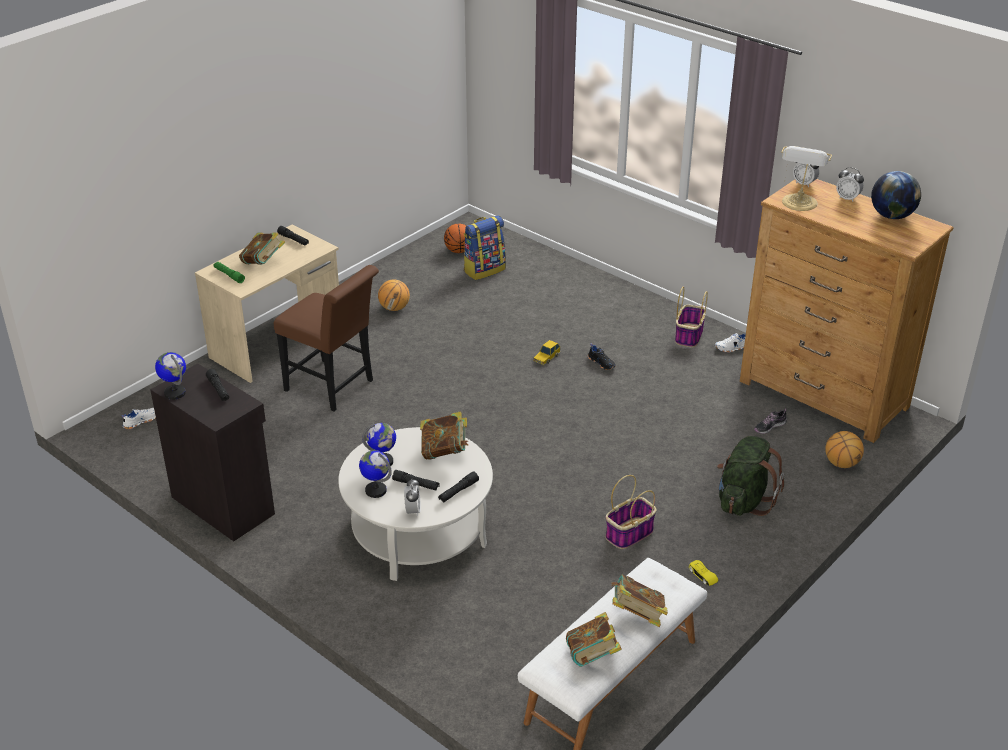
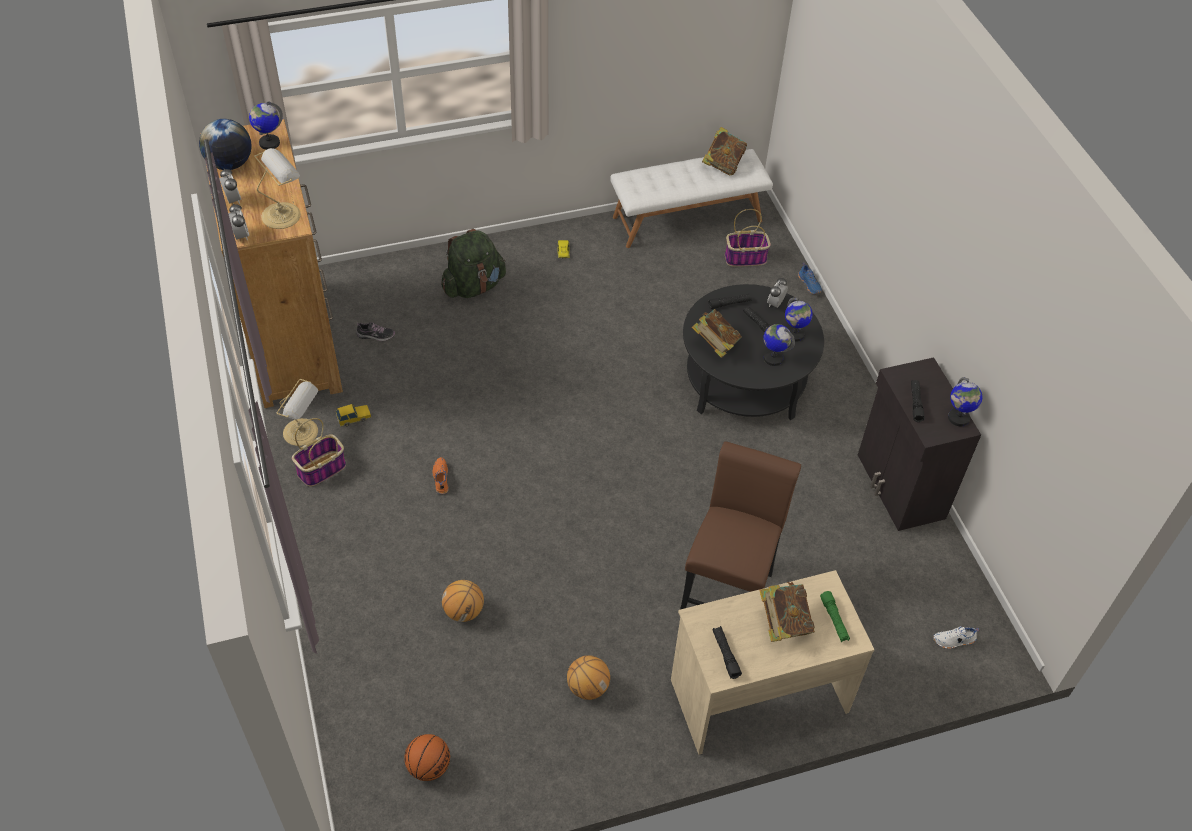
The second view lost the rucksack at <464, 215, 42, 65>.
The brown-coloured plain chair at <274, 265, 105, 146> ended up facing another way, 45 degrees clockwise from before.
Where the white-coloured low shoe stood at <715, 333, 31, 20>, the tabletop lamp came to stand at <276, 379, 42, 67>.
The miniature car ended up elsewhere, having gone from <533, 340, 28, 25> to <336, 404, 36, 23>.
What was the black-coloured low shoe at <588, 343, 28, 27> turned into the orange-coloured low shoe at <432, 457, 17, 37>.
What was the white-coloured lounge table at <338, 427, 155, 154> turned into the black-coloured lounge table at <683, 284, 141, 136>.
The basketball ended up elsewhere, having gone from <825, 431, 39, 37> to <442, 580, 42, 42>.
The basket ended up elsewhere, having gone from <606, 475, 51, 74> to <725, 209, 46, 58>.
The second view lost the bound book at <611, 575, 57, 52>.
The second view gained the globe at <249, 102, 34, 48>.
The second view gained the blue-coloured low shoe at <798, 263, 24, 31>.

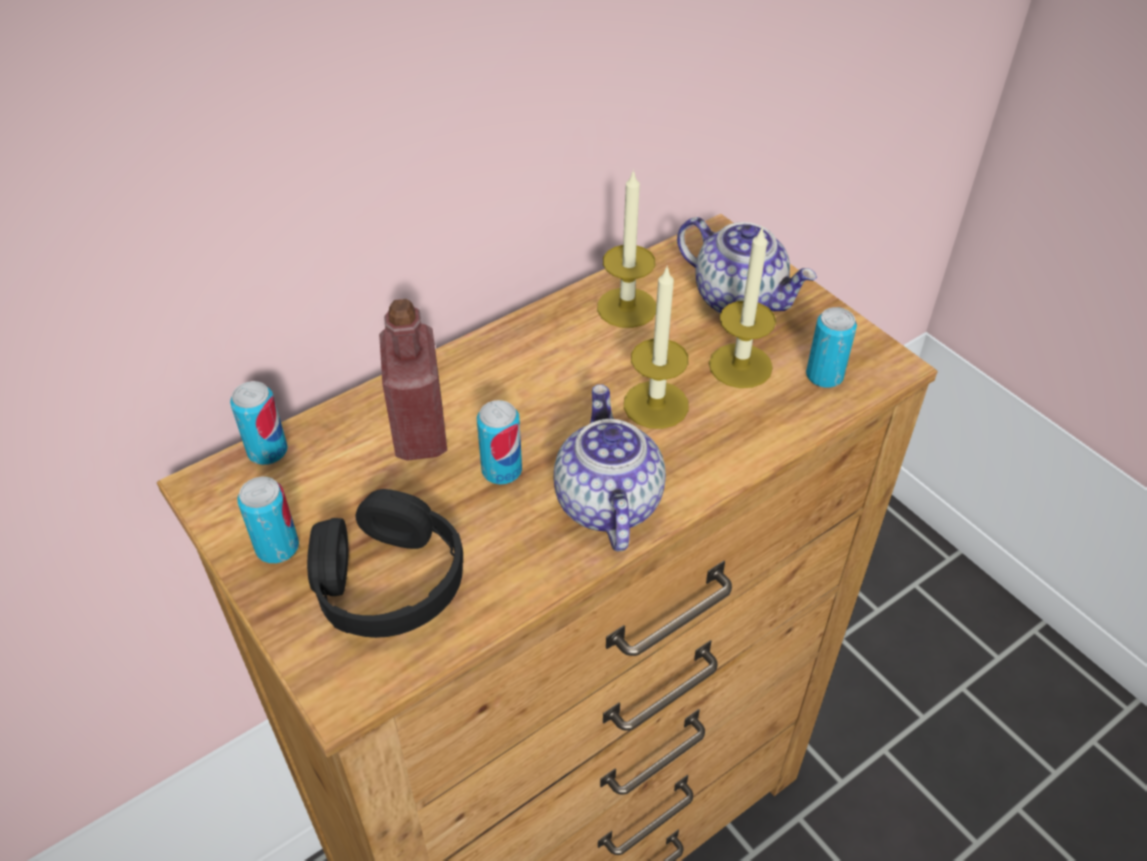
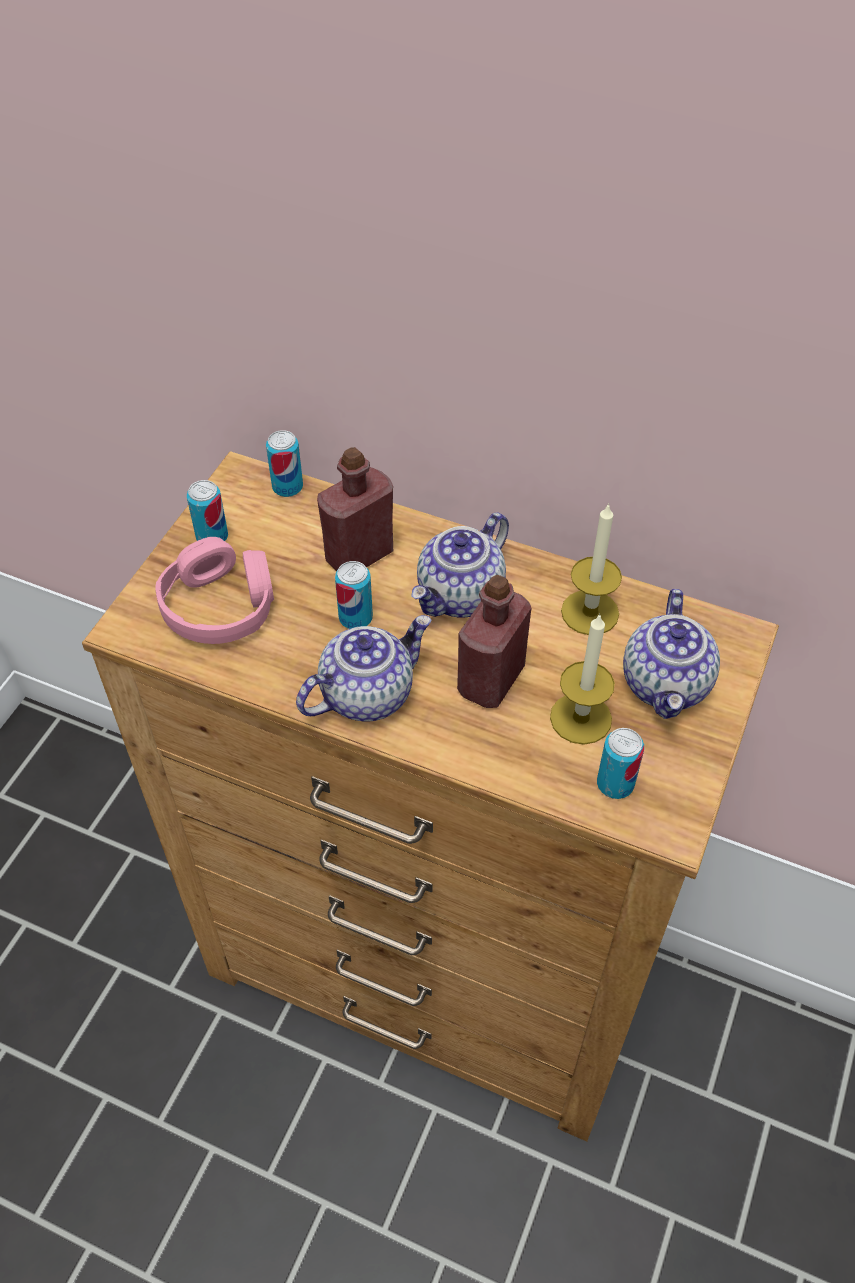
Where the wax light stood at <624, 265, 65, 164>, the reddish drink bottle came to stand at <457, 575, 74, 133>.
What was the black-coloured headphones at <307, 489, 156, 149> turned into the pink headphones at <156, 537, 118, 107>.
The second view gained the tea pot at <411, 512, 98, 106>.

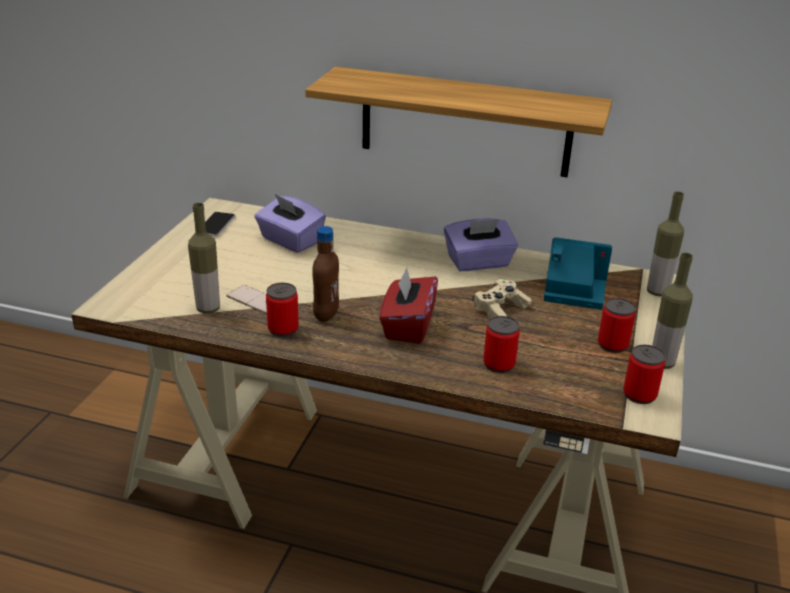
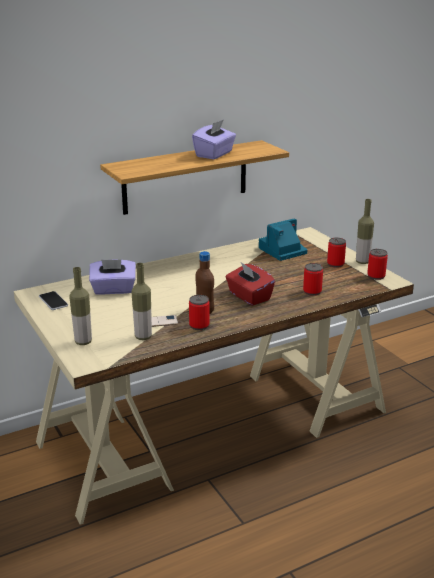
The drink bottle ended up elsewhere, having gone from <647, 192, 37, 104> to <69, 267, 23, 78>.
The purple box of tissues ended up elsewhere, having gone from <444, 219, 74, 52> to <192, 119, 44, 40>.
The second view lost the beige gamepad at <473, 279, 59, 40>.

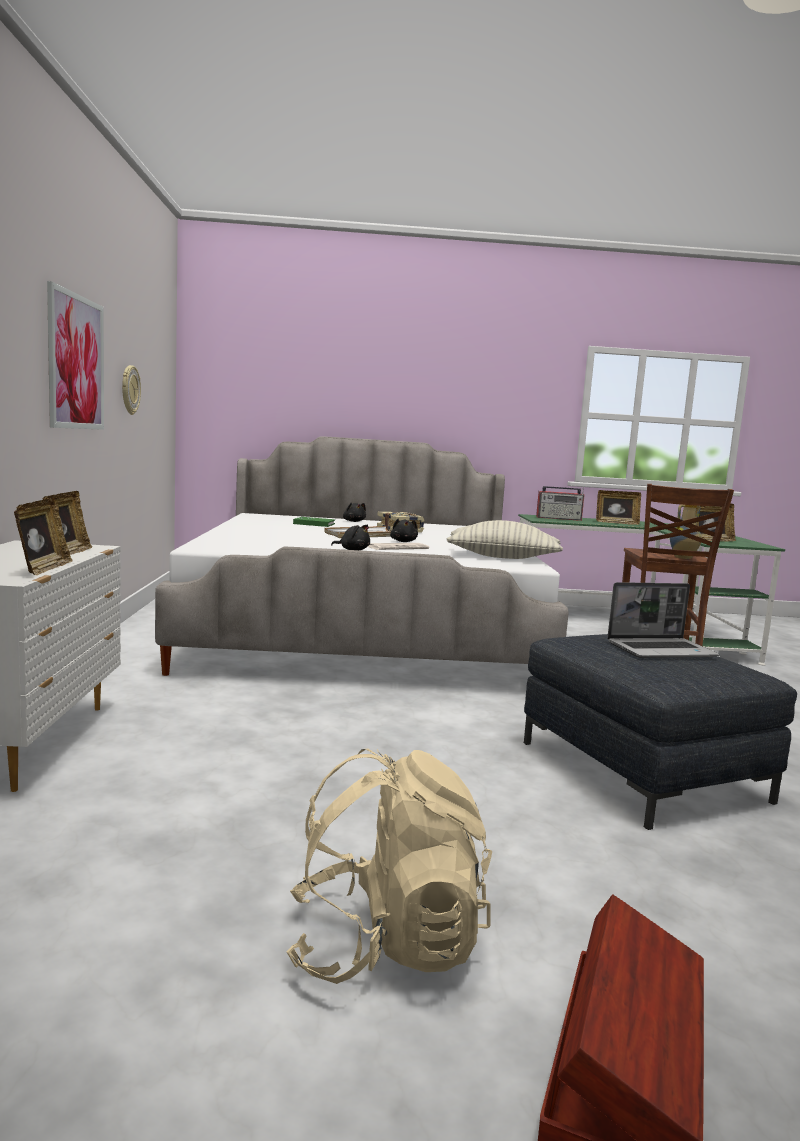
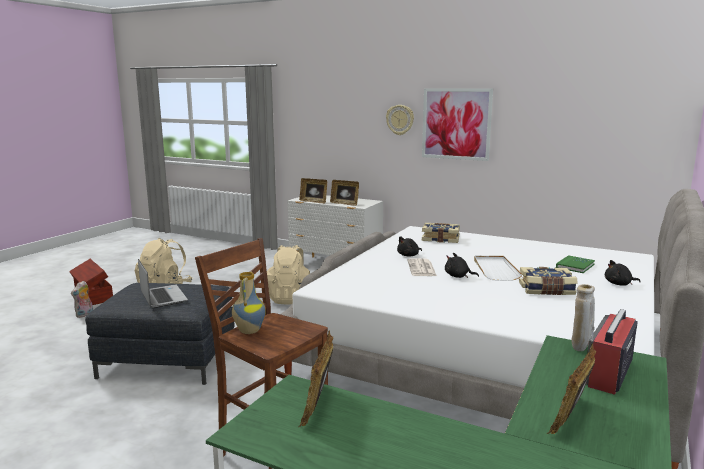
The clock on the wall ended up elsewhere, having gone from <122, 365, 19, 50> to <386, 105, 28, 30>.
The second view lost the pillow at <447, 520, 116, 39>.
The portable computer at <607, 582, 112, 76> ended up facing another way, 135 degrees clockwise from before.
The second view gained the bound book at <422, 223, 38, 20>.
The second view gained the beige rucksack at <267, 245, 43, 60>.
The second view gained the cuddly toy at <71, 281, 22, 37>.
The second view gained the beige vase at <571, 284, 24, 67>.

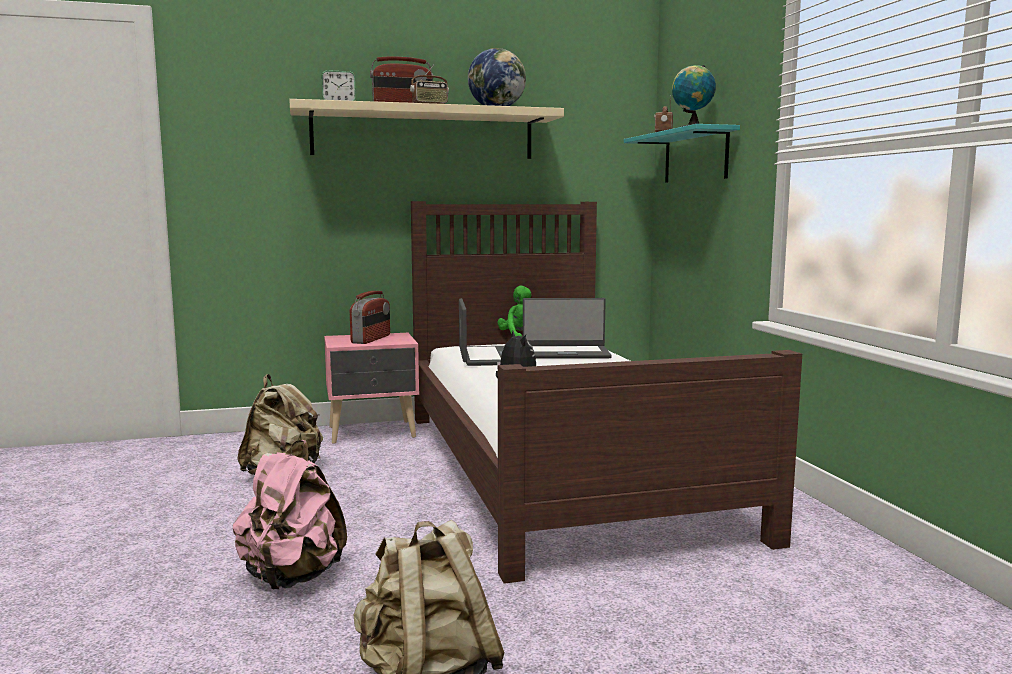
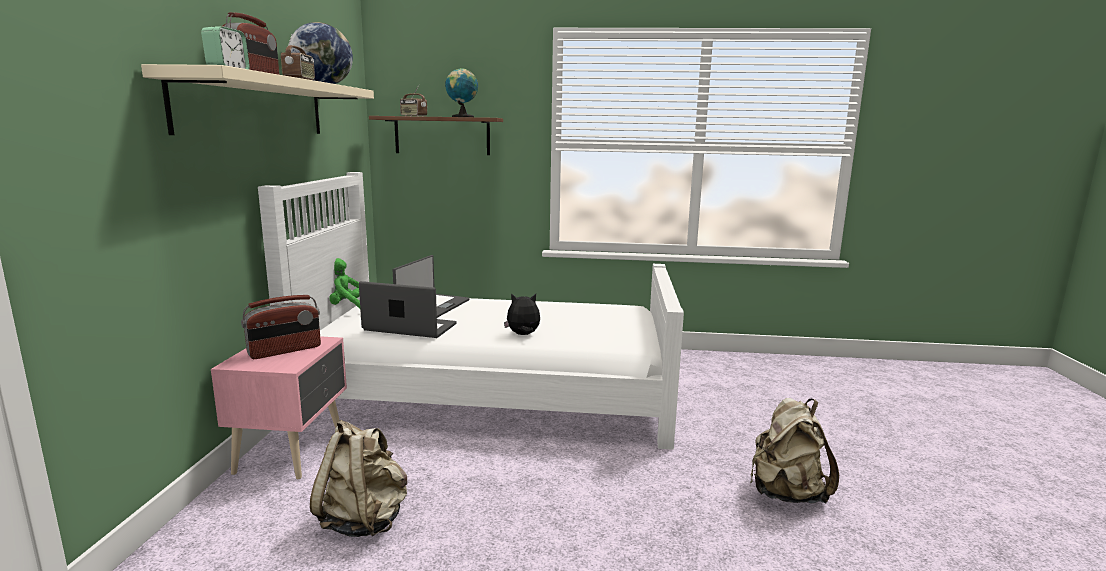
What was the blue-green shelf at <624, 124, 116, 59> turned into the brown-coloured shelf at <369, 116, 134, 39>.
What was the brown-coloured bedroom bed at <411, 201, 391, 383> turned into the white-coloured bedroom bed at <258, 172, 426, 278>.
The radio set at <350, 291, 40, 53> ended up facing another way, 105 degrees clockwise from before.
The second view lost the pink rucksack at <233, 440, 114, 149>.

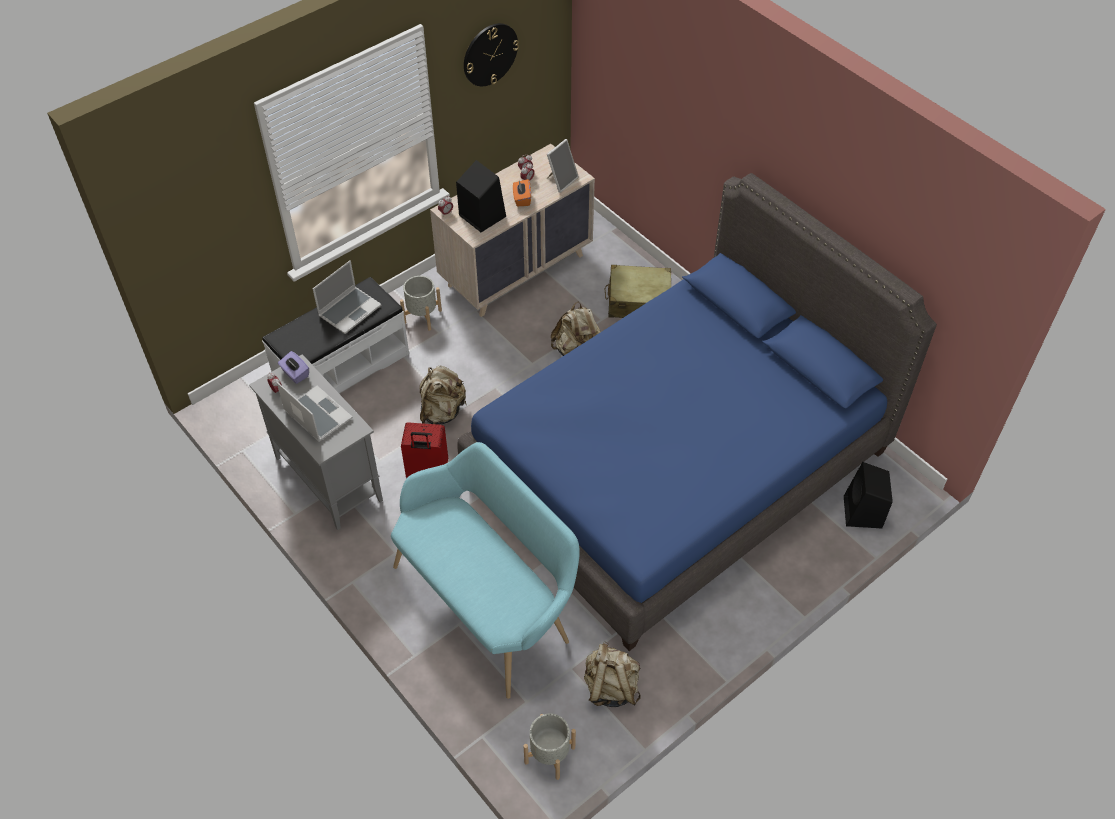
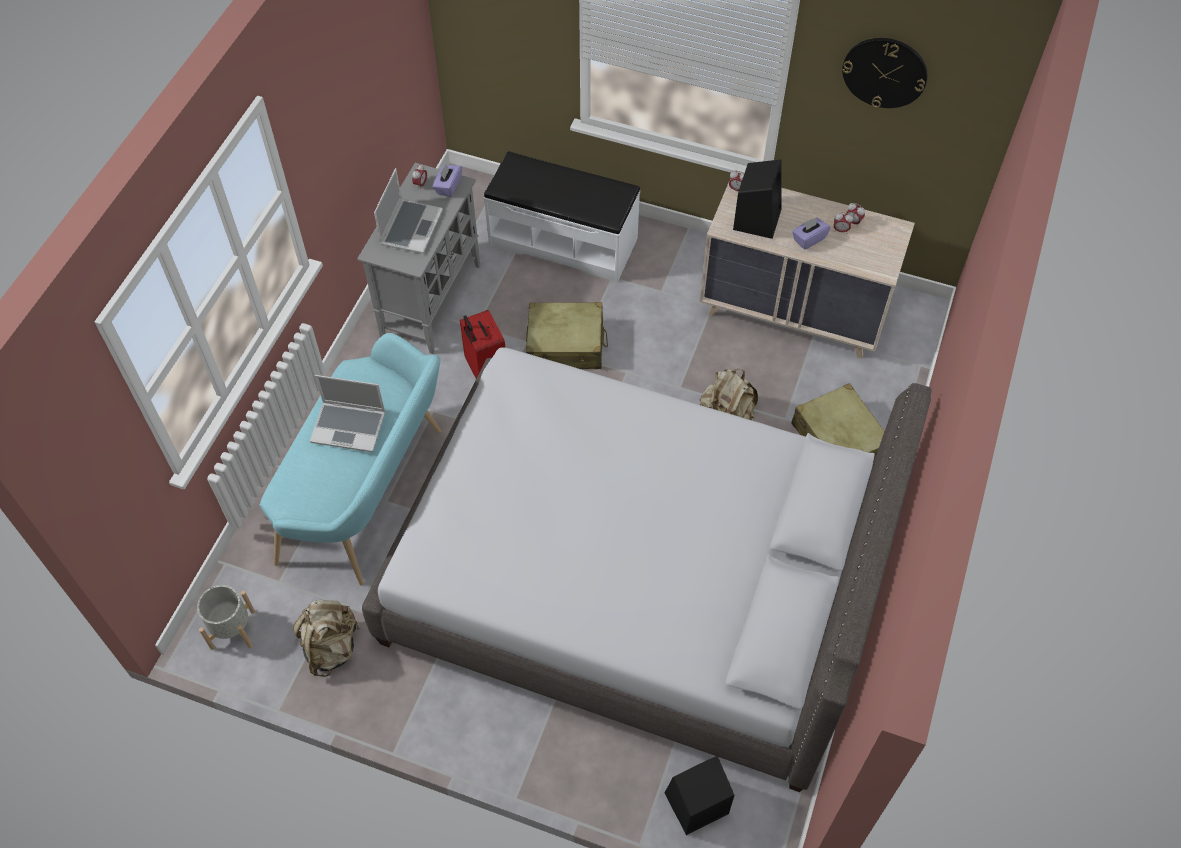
The second view lost the picture frame at <547, 139, 32, 54>.
What was the blue-coloured bedroom bed at <457, 173, 480, 478> turned into the greyish bedroom bed at <362, 347, 570, 445>.
What was the orange-coloured box of tissues at <513, 179, 18, 28> turned into the purple box of tissues at <792, 217, 38, 33>.
The portable computer ended up elsewhere, having gone from <313, 260, 68, 74> to <310, 375, 75, 77>.
The second view lost the greyish flower pot at <400, 276, 42, 55>.
Where the beige rucksack stood at <420, 366, 47, 58>, the beige travel case came to stand at <526, 302, 82, 67>.

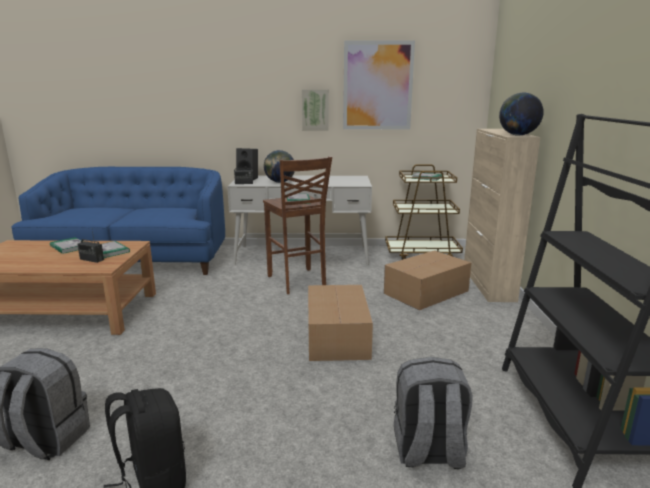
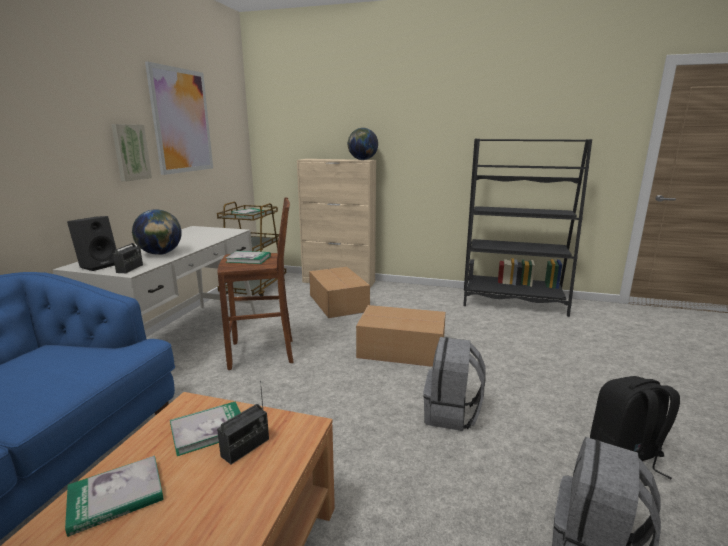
The greyish rucksack ended up elsewhere, having gone from <394, 357, 79, 112> to <423, 337, 63, 94>.

